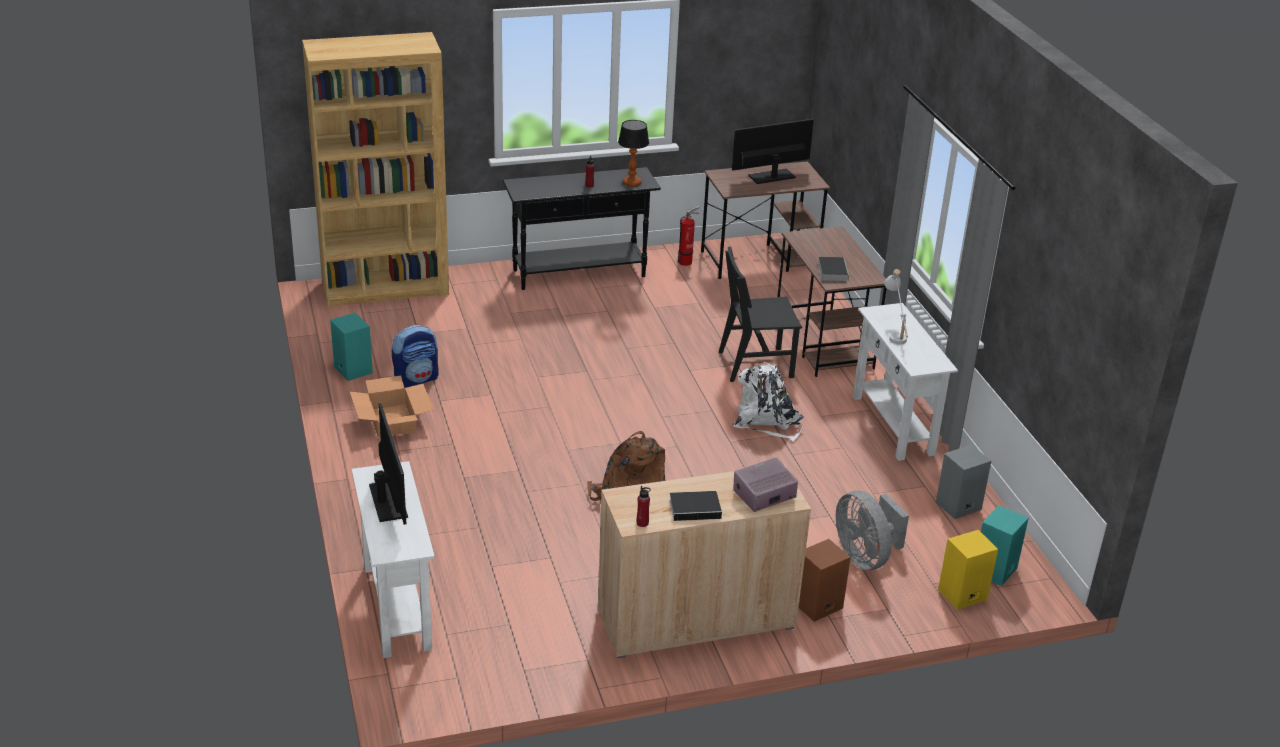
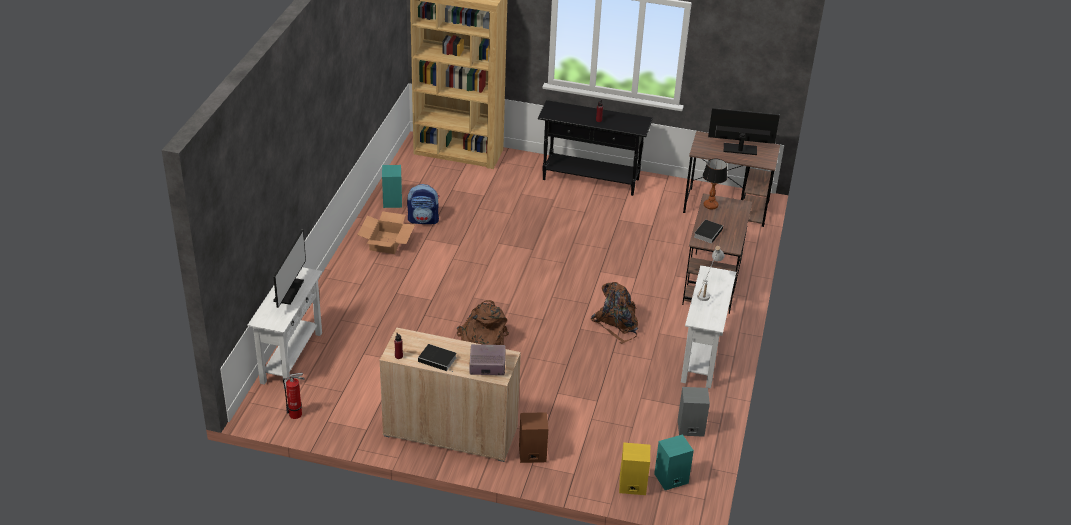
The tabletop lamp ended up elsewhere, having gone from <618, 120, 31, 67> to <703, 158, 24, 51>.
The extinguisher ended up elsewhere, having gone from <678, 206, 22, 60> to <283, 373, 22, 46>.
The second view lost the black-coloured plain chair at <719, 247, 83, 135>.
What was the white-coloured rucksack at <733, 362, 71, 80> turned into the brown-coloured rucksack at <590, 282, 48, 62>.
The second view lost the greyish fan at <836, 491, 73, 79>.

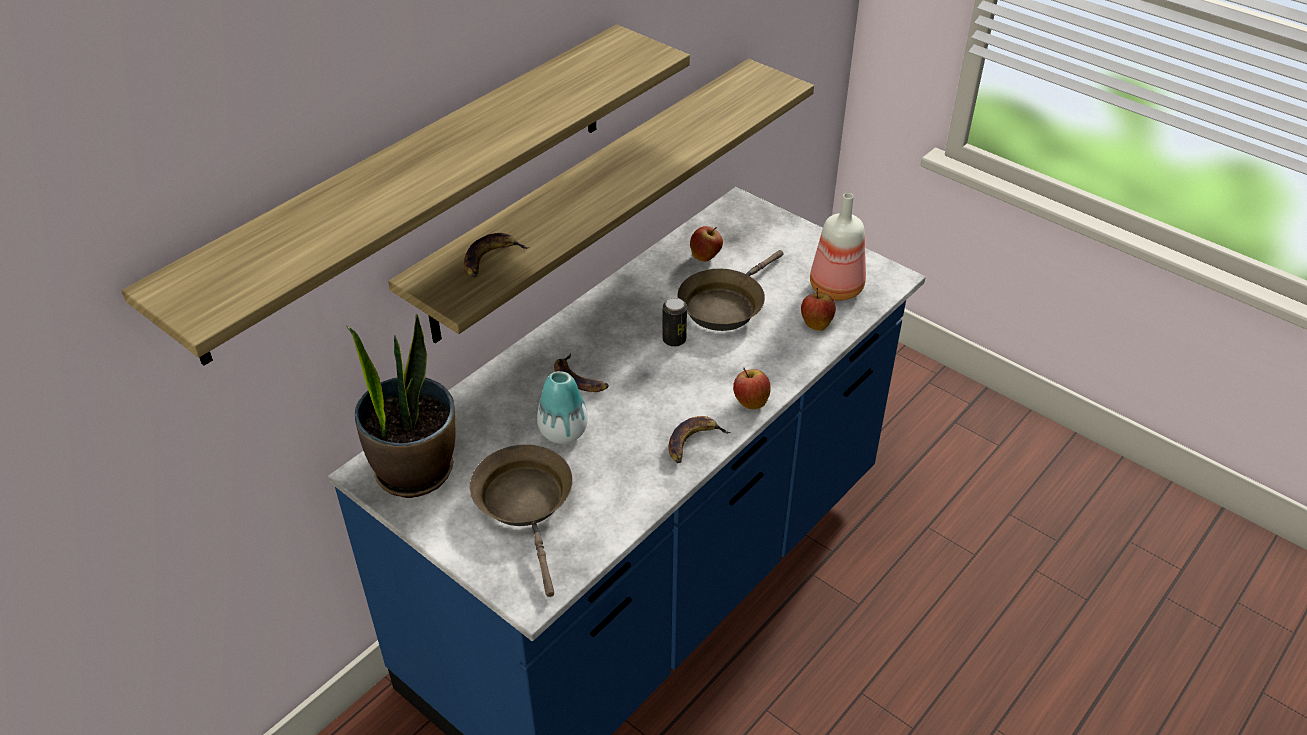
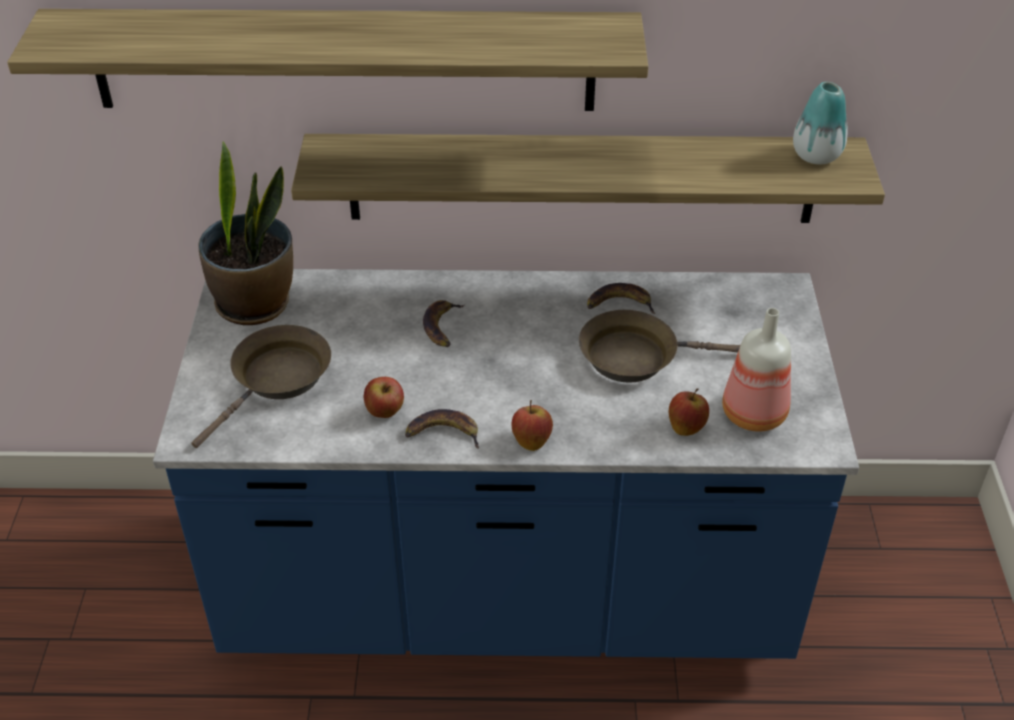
The whole apple ended up elsewhere, having gone from <690, 226, 33, 36> to <364, 377, 40, 41>.
The whole banana ended up elsewhere, having gone from <464, 233, 66, 45> to <587, 283, 69, 31>.
The second view lost the can at <662, 298, 25, 49>.
The vase ended up elsewhere, having gone from <537, 371, 51, 73> to <793, 82, 54, 82>.

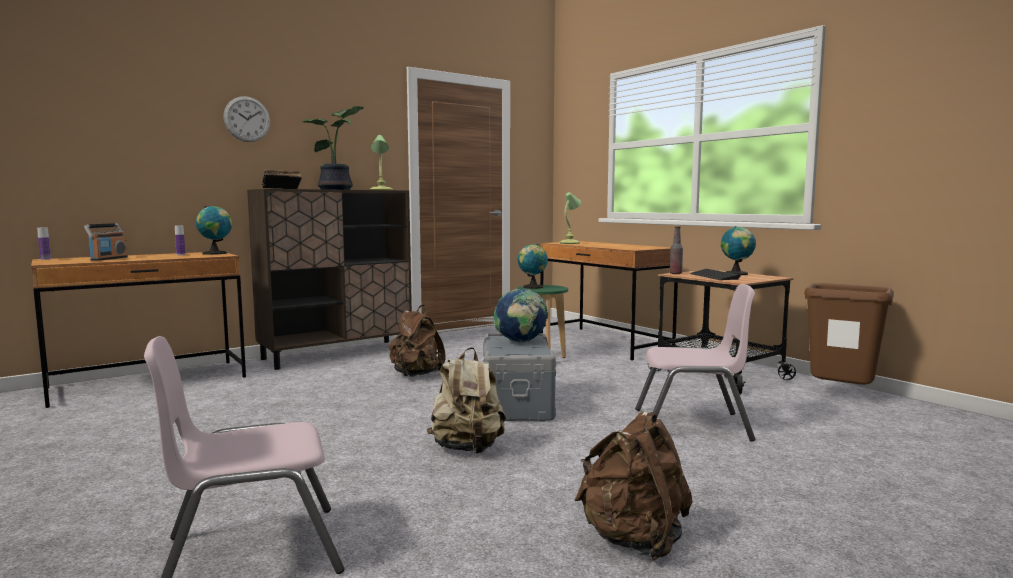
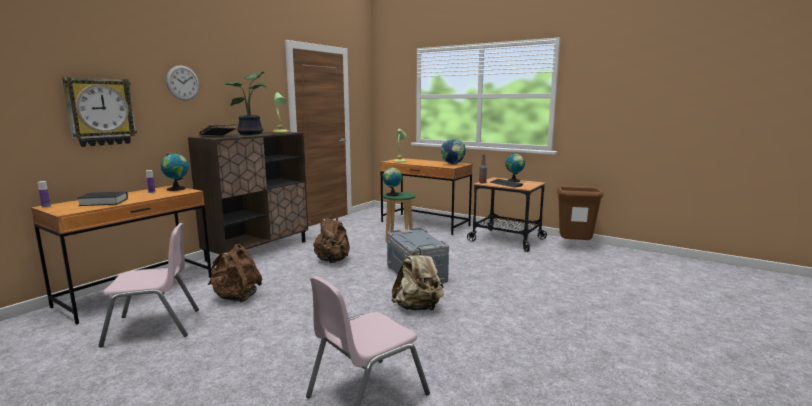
Where the radio set stood at <84, 223, 44, 38>, the black-coloured bound book came to stand at <77, 191, 51, 15>.
The pink plain chair ended up elsewhere, having gone from <635, 284, 120, 158> to <98, 223, 101, 124>.
The globe ended up elsewhere, having gone from <493, 289, 55, 54> to <441, 139, 25, 26>.
The brown-coloured rucksack ended up elsewhere, having gone from <574, 412, 119, 149> to <208, 244, 54, 59>.
The second view gained the clock on the wall at <62, 77, 75, 70>.

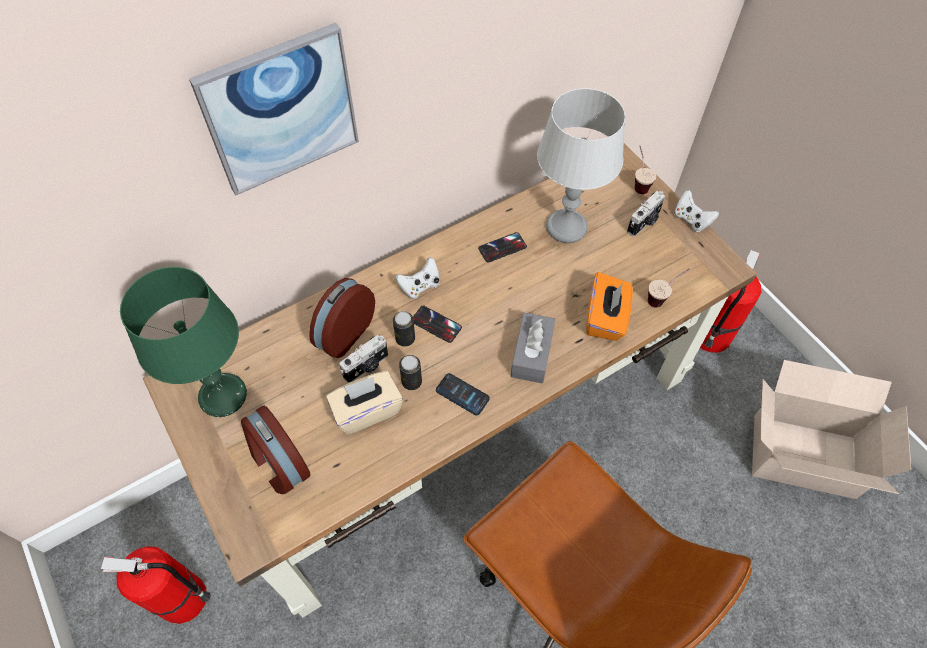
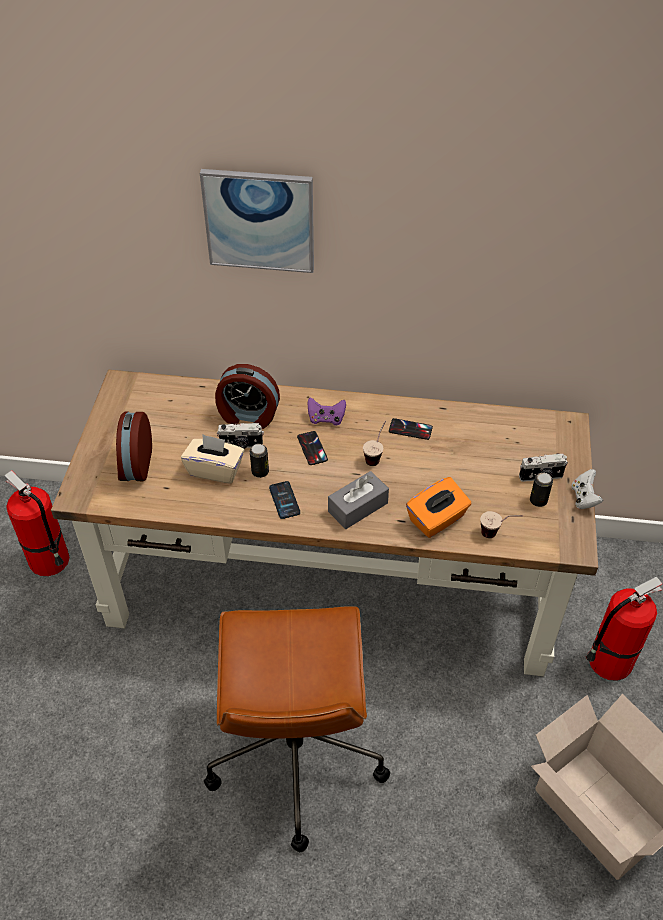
The second view lost the greyish tabletop lamp at <537, 88, 89, 155>.
The small cup ended up elsewhere, having gone from <635, 145, 21, 49> to <363, 421, 23, 45>.
What was the white-coloured gamepad at <395, 257, 45, 42> turned into the purple gamepad at <307, 397, 39, 28>.
The second view lost the greenish tabletop lamp at <120, 267, 127, 150>.
The bedside clock at <309, 278, 66, 80> ended up facing another way, 150 degrees counterclockwise from before.
The can ended up elsewhere, having gone from <393, 311, 22, 36> to <530, 473, 23, 34>.

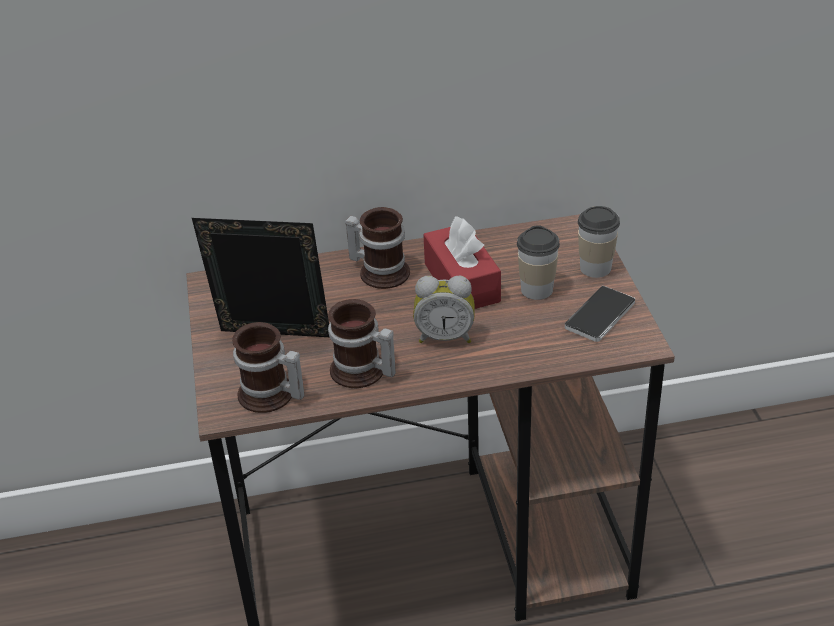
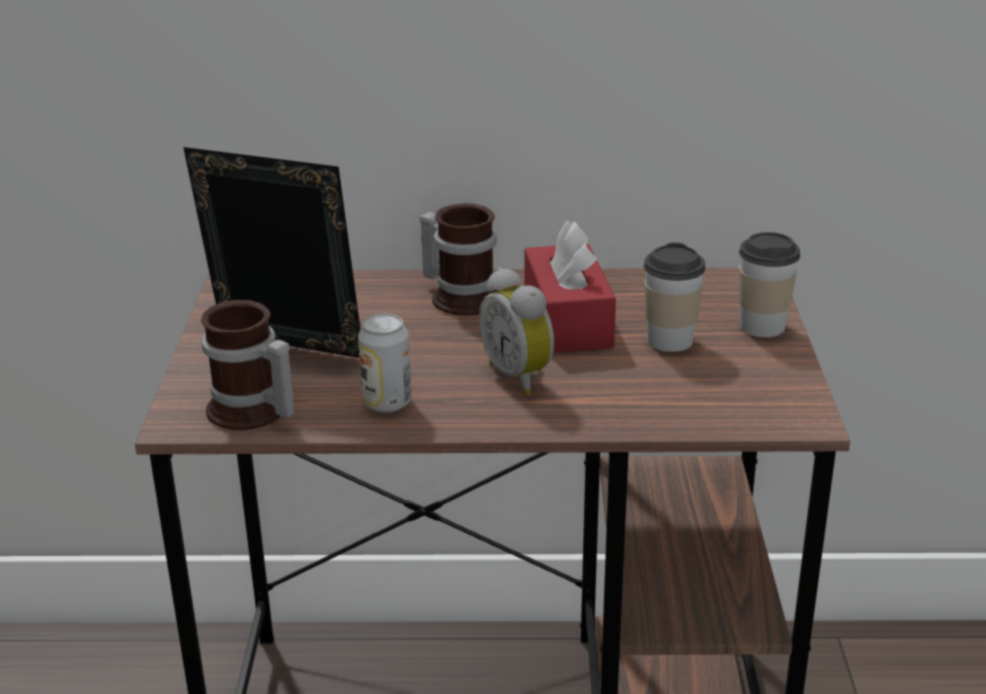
The bedside clock at <413, 276, 62, 67> ended up facing another way, 45 degrees clockwise from before.
The second view lost the phone at <565, 286, 70, 56>.
Where the coffee mug stood at <328, 299, 68, 89>, the can came to stand at <358, 313, 53, 100>.

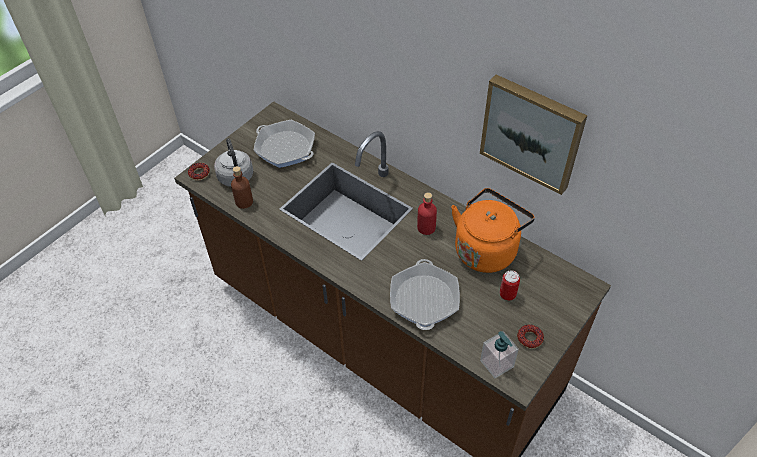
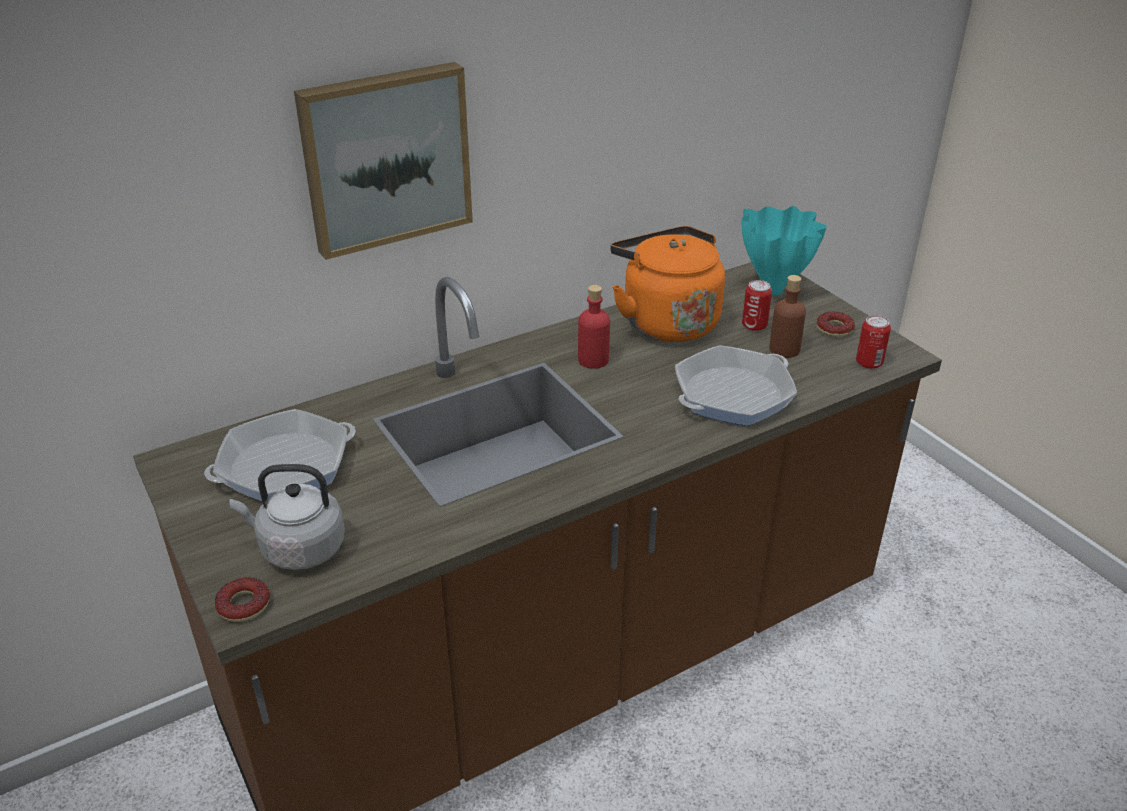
The wall picture ended up elsewhere, having gone from <480, 75, 107, 120> to <294, 62, 179, 198>.
The brown-coloured drink bottle ended up elsewhere, having gone from <231, 166, 22, 43> to <769, 275, 37, 83>.
The frying pan at <390, 259, 70, 71> ended up facing another way, 120 degrees clockwise from before.
Where the liquid soap bottle stood at <480, 331, 39, 47>, the can came to stand at <856, 315, 35, 54>.
The second view gained the blue-green vase at <742, 206, 85, 89>.

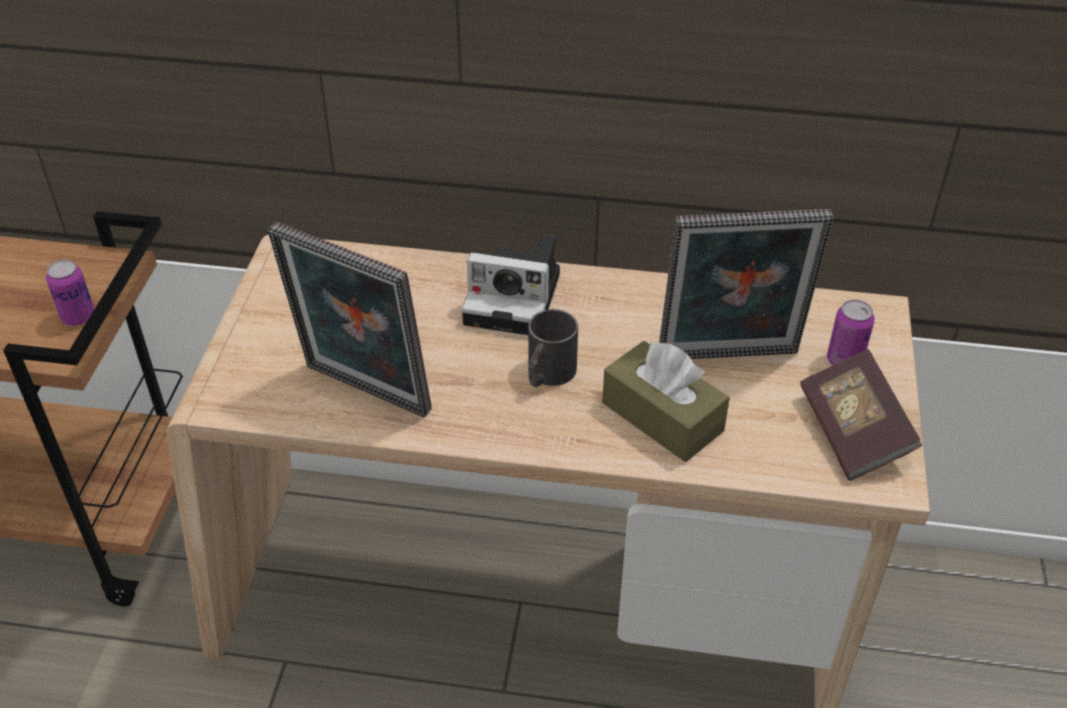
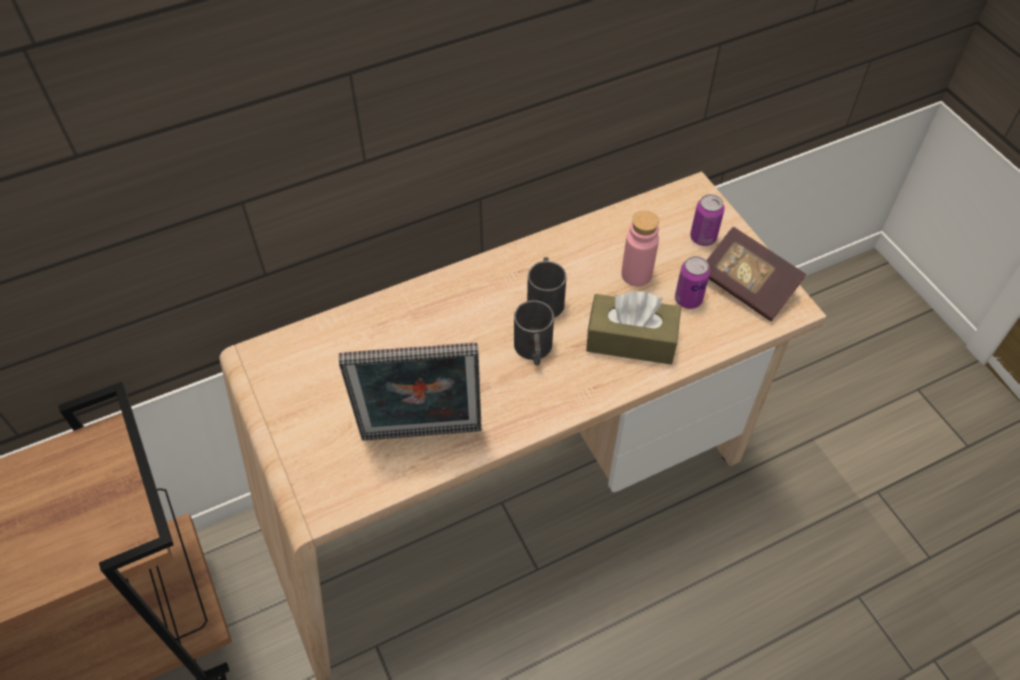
Where the picture frame stood at <659, 209, 174, 150>, the pink drink bottle came to stand at <621, 211, 38, 75>.
The second view lost the photo camera at <462, 235, 98, 100>.
The can ended up elsewhere, having gone from <46, 259, 48, 67> to <675, 256, 35, 53>.
The second view gained the black-coloured coffee mug at <527, 257, 40, 61>.

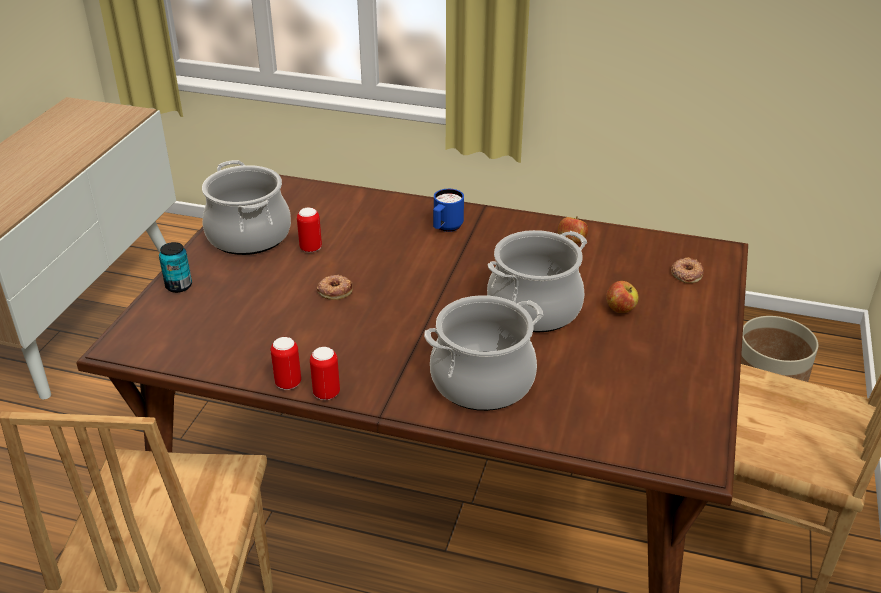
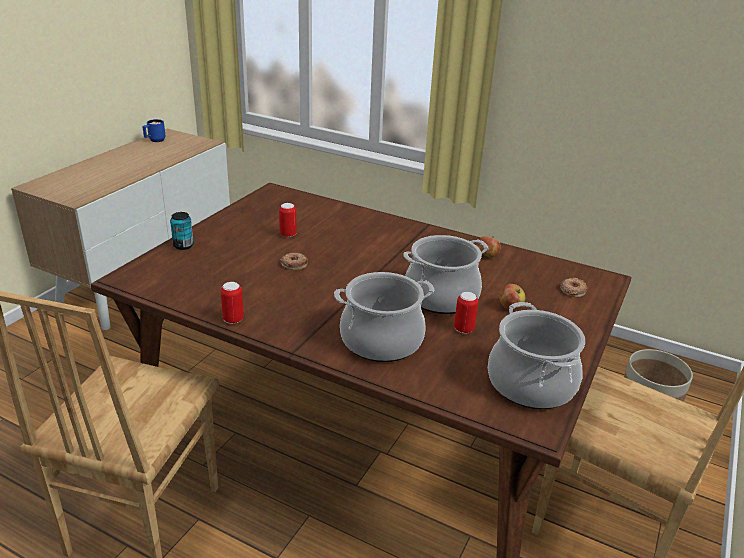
The cooking pot ended up elsewhere, having gone from <202, 160, 89, 95> to <488, 302, 97, 107>.
The blue-coloured coffee mug ended up elsewhere, having gone from <433, 189, 31, 43> to <142, 119, 24, 23>.
The can ended up elsewhere, having gone from <310, 347, 30, 53> to <454, 292, 24, 42>.

